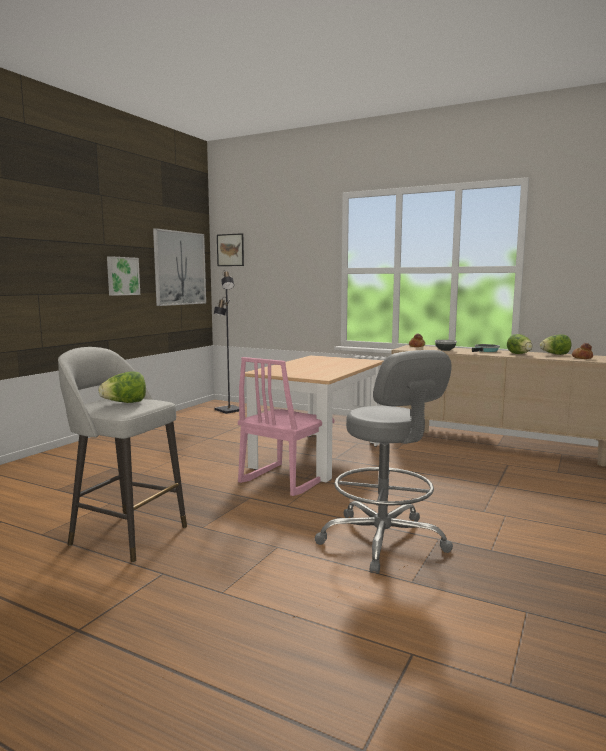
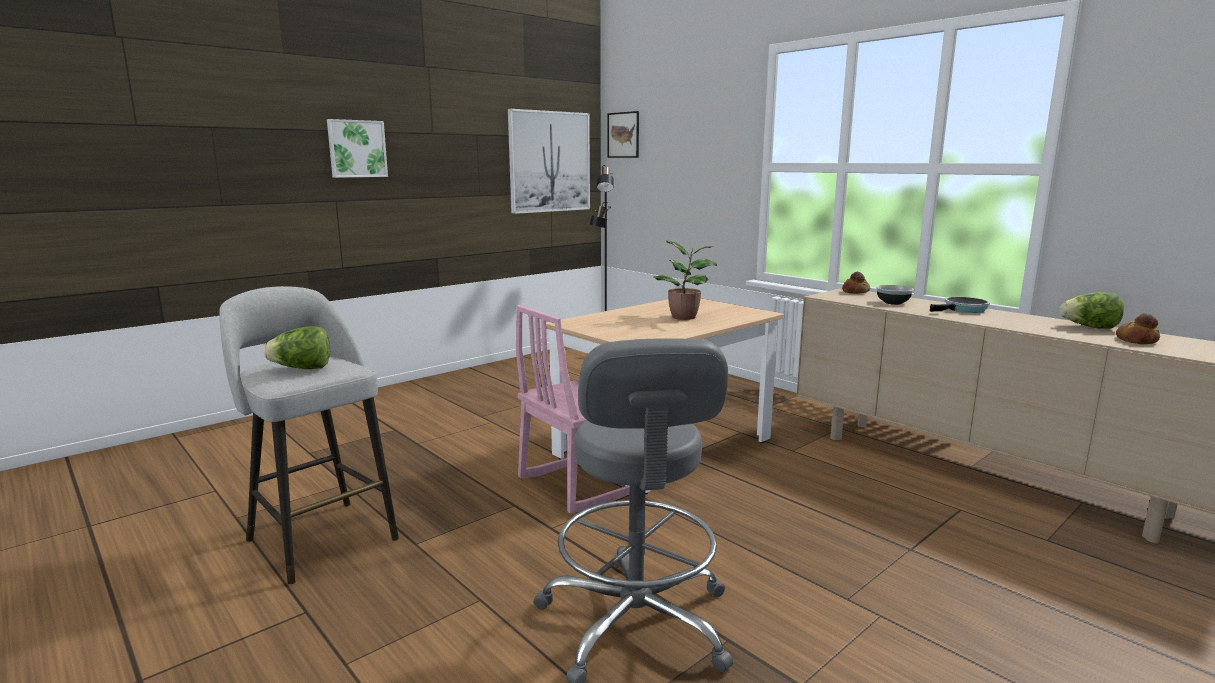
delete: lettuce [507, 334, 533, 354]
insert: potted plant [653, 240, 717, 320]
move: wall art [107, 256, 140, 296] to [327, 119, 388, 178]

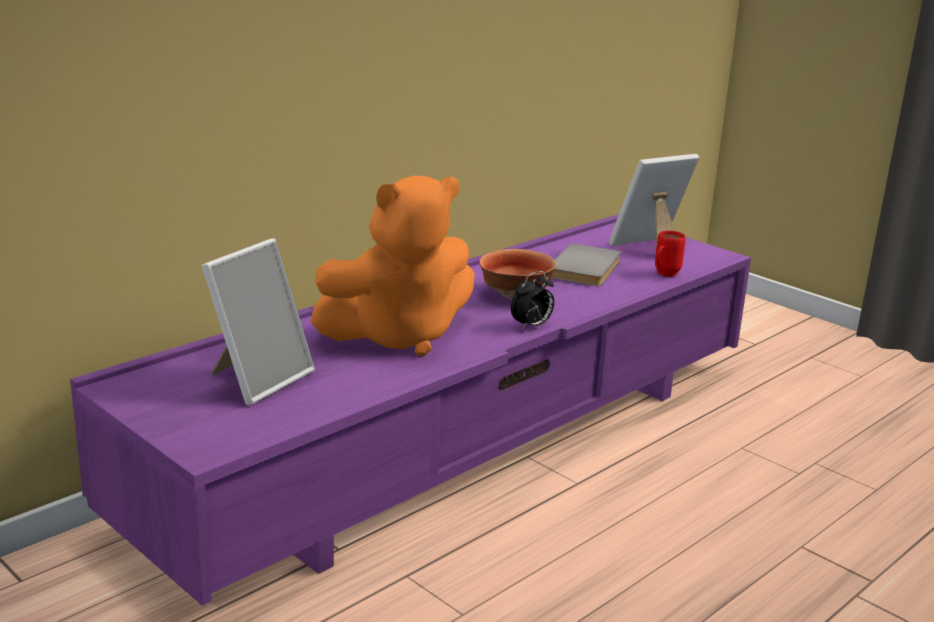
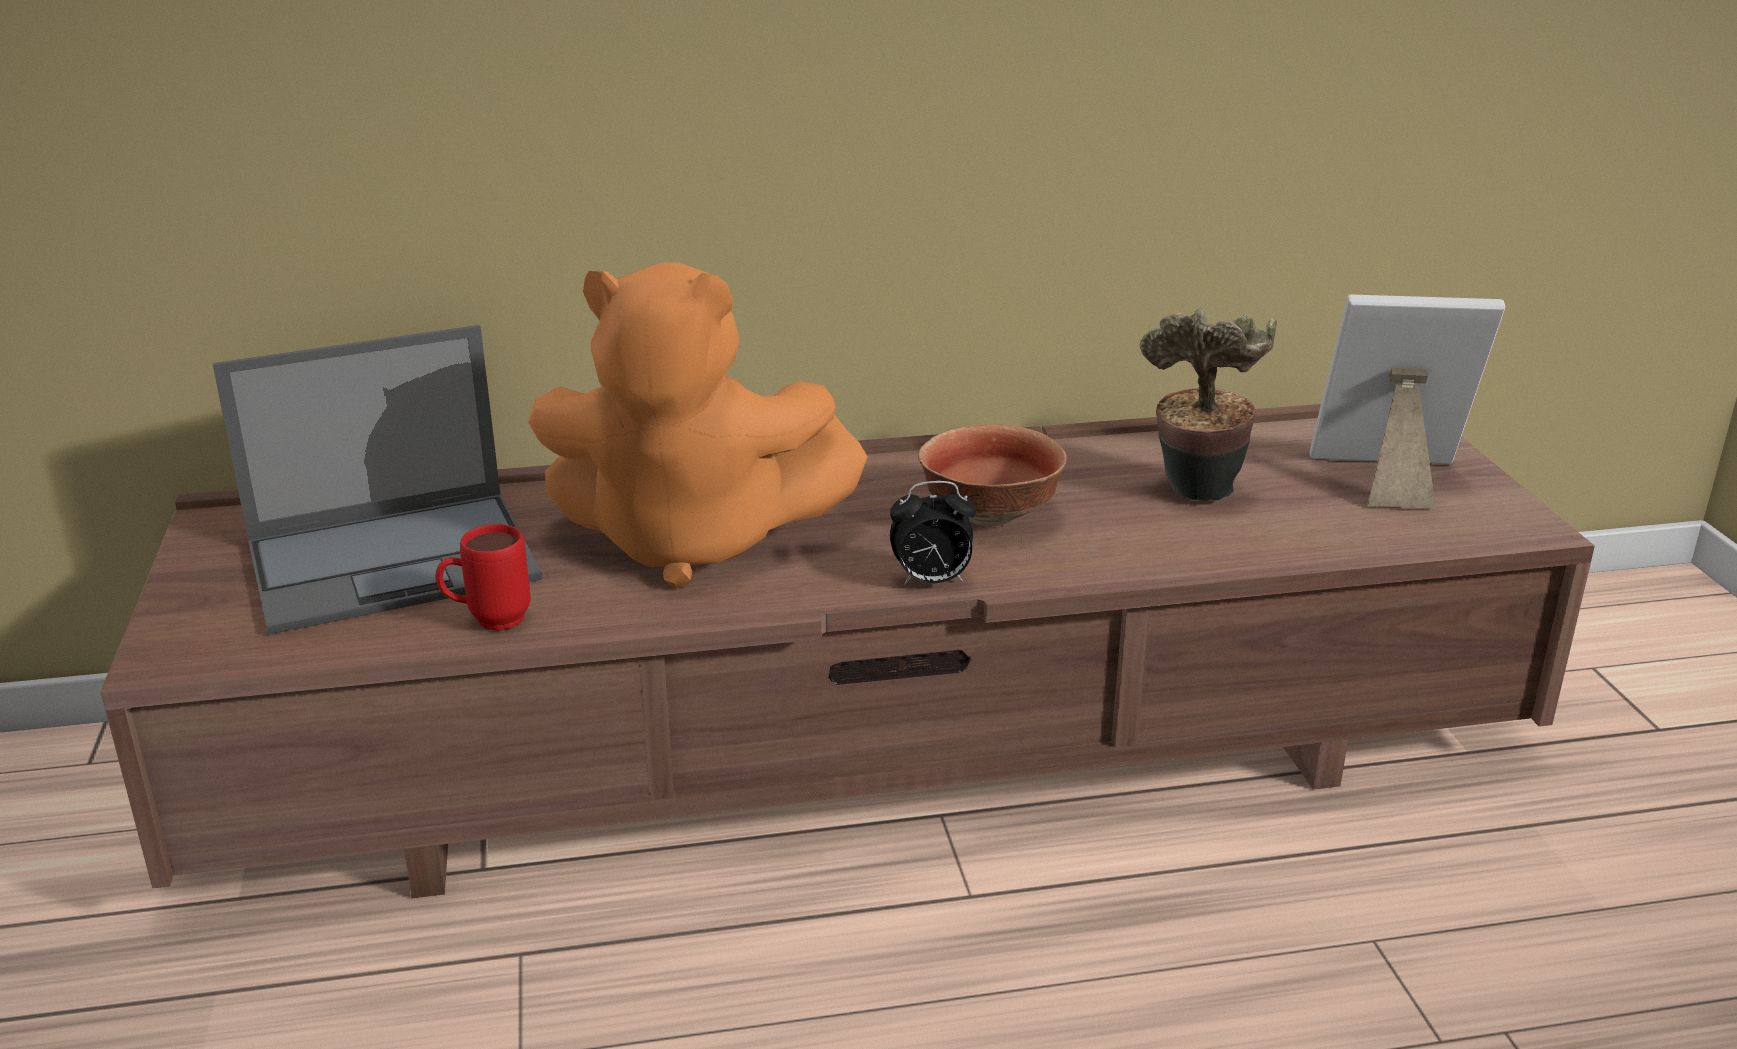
move: red mug [655, 231, 686, 277] to [435, 524, 531, 631]
replace: standing frame [201, 238, 315, 405] to notebook computer [212, 325, 542, 635]; grey volume [552, 243, 621, 286] to potted plant [1140, 307, 1277, 501]
recolor: purple tv unit [70, 214, 751, 606] to brown tv unit [100, 404, 1595, 898]

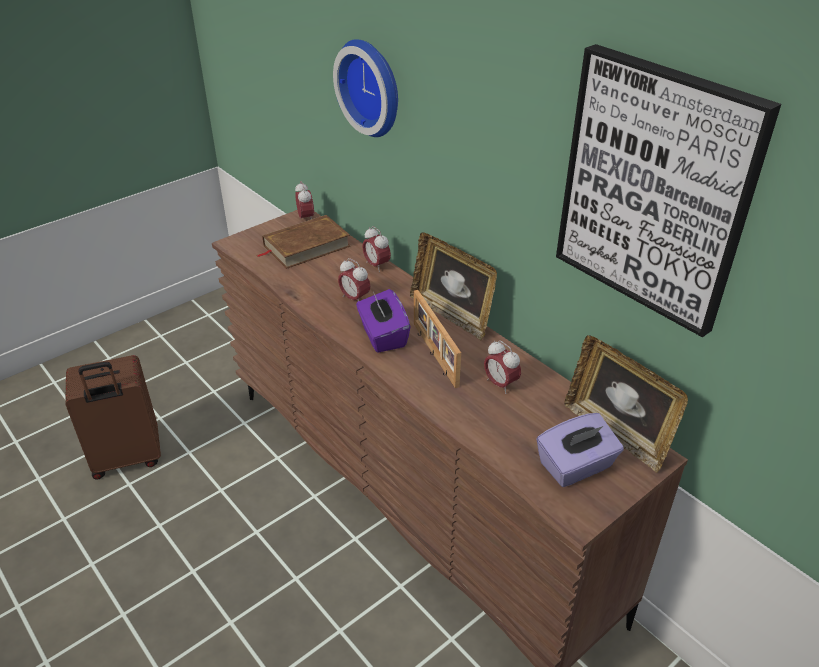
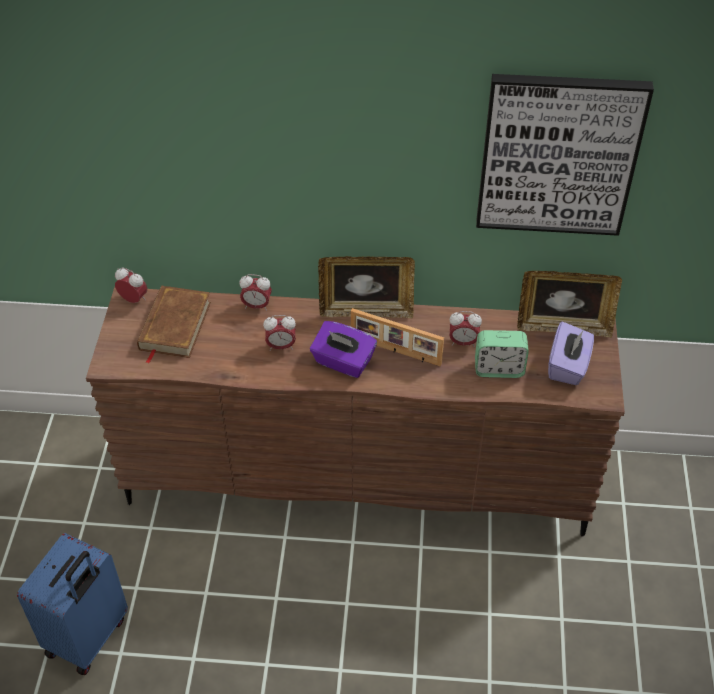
delete: clock on the wall [333, 39, 398, 137]
insert: alarm clock [475, 330, 529, 378]
recolor: brown suitcase [65, 355, 161, 480] to bluish suitcase [17, 533, 128, 675]

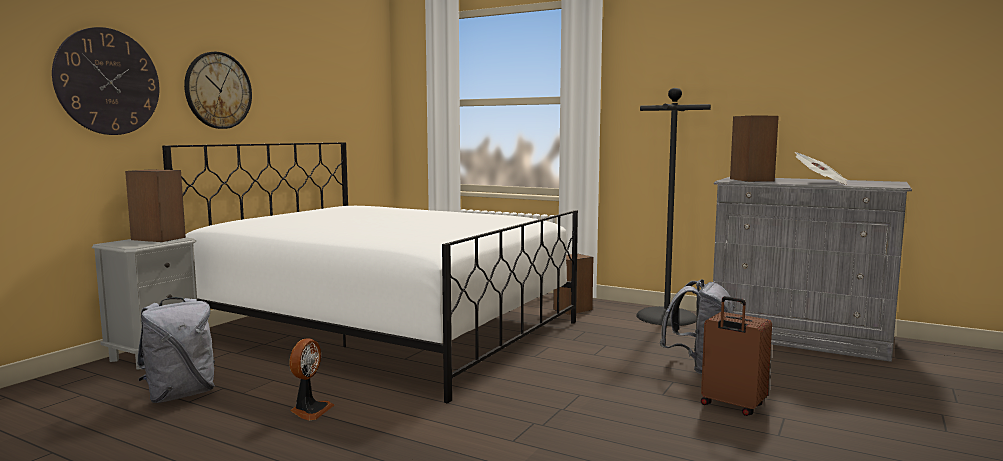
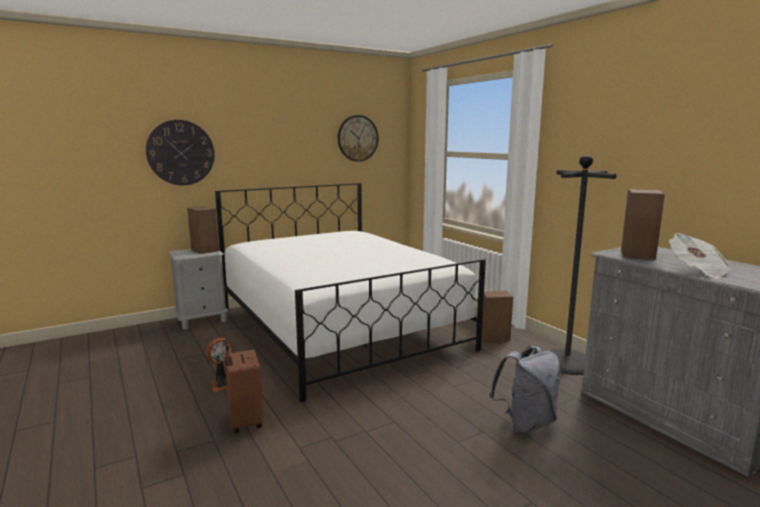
delete: grey backpack [137, 297, 215, 403]
move: clock on the wall [184, 52, 252, 129] to [338, 115, 379, 162]; brown suitcase [701, 296, 772, 416] to [224, 340, 264, 433]

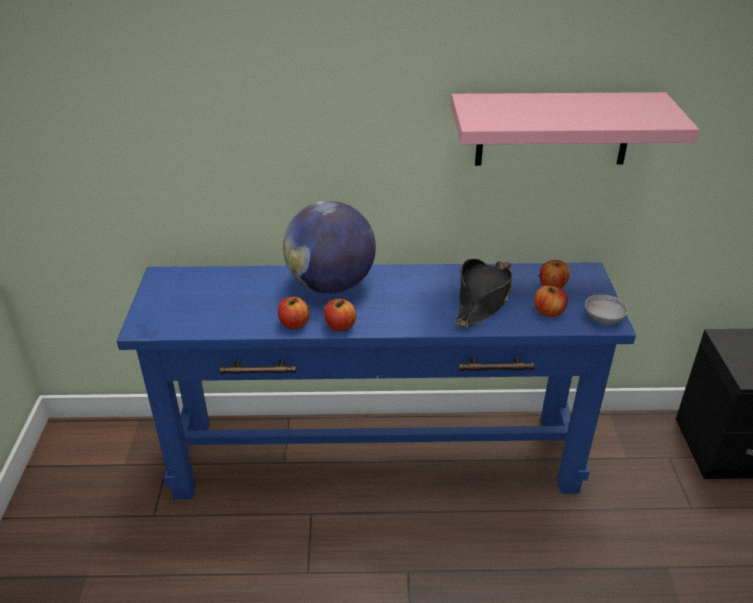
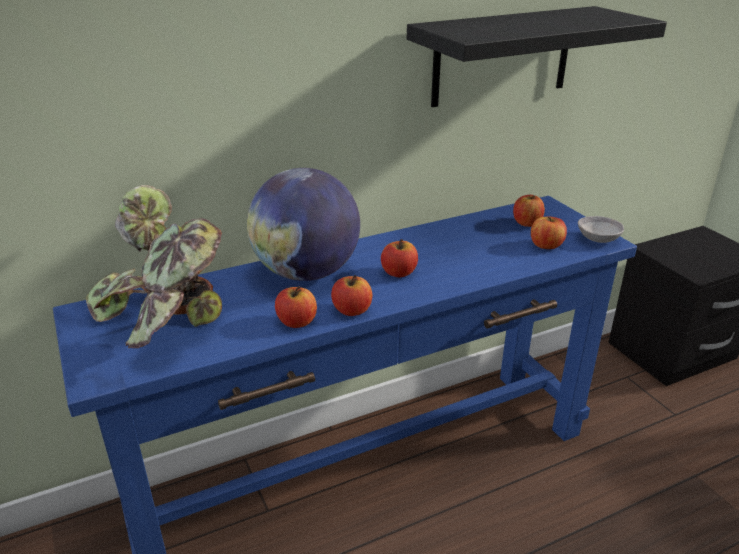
delete: black-coloured wearable hat [455, 259, 512, 327]
insert: potted plant [86, 185, 222, 348]; apple [381, 239, 418, 277]
recolor: pink-coloured bracket shelf [451, 92, 699, 166] to black-coloured bracket shelf [407, 6, 667, 107]

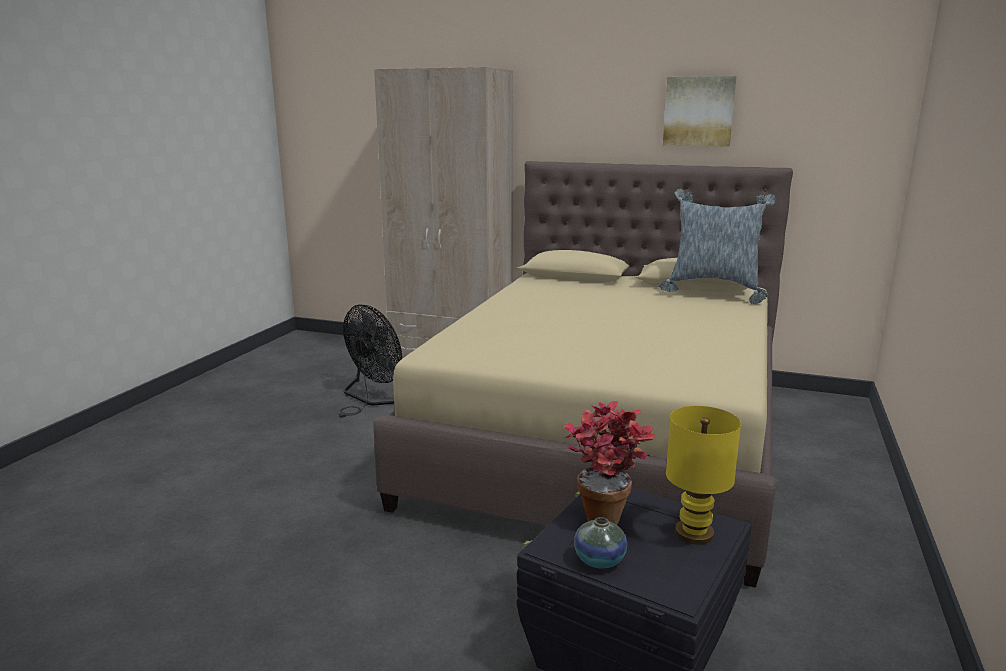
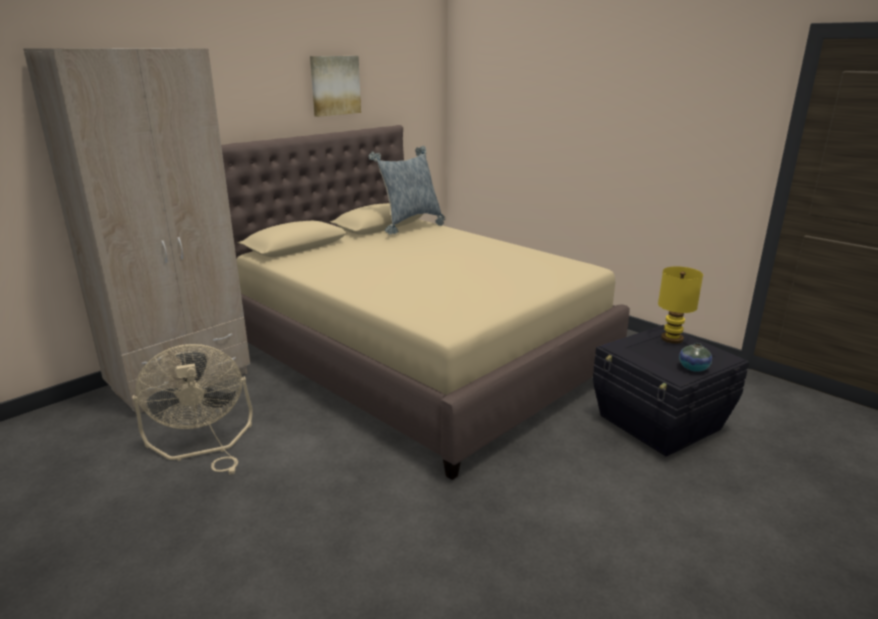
delete: potted plant [564, 401, 655, 525]
recolor: black-coloured fan [337, 305, 402, 418] to beige-coloured fan [132, 344, 253, 475]

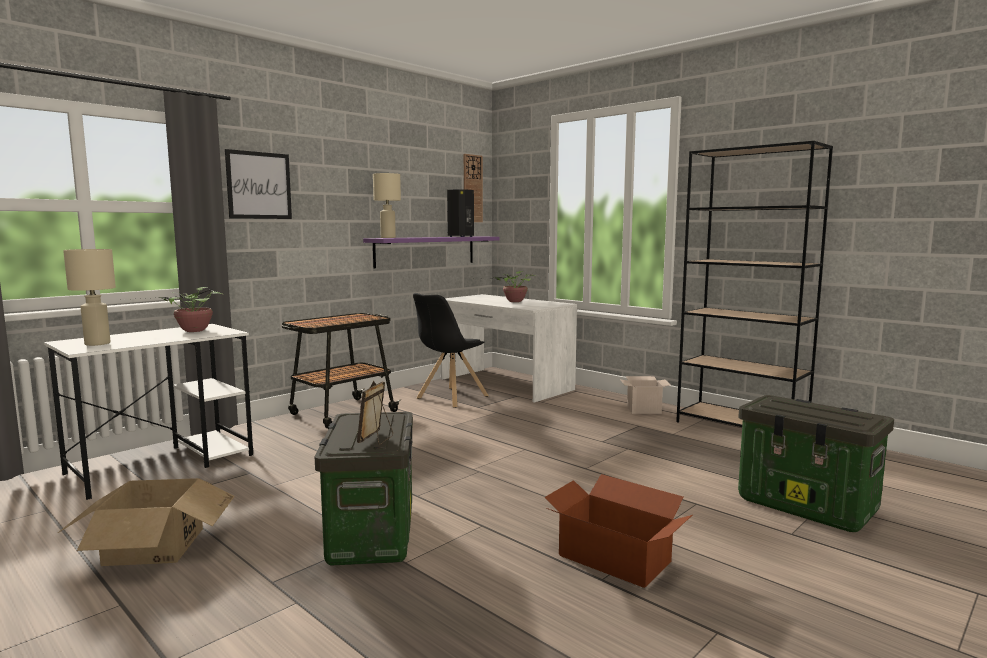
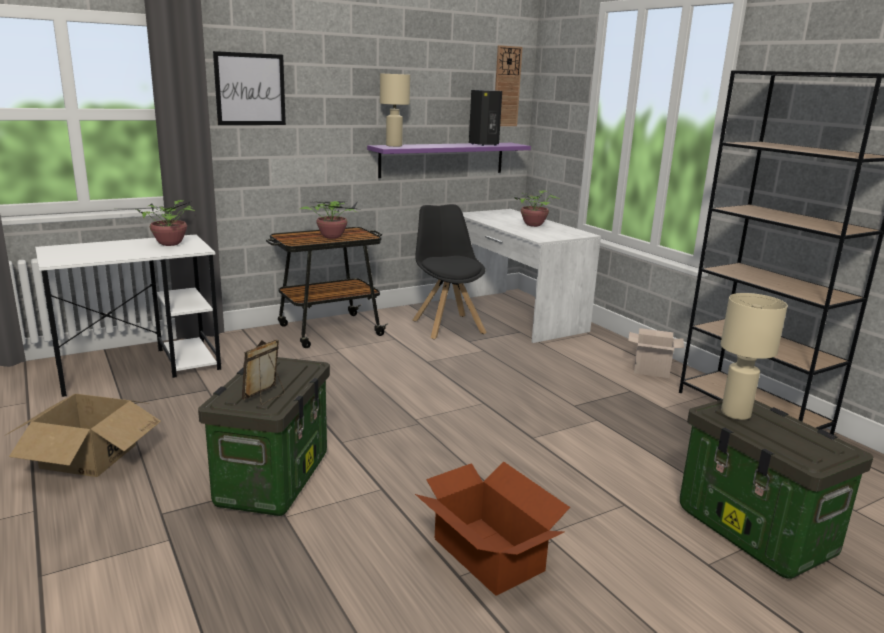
insert: potted plant [300, 201, 362, 239]
move: beige-coloured table lamp [63, 249, 116, 346] to [721, 293, 787, 420]
rotate: black-coloured upright chair [413, 293, 489, 408] = [412, 204, 487, 339] 105 degrees clockwise

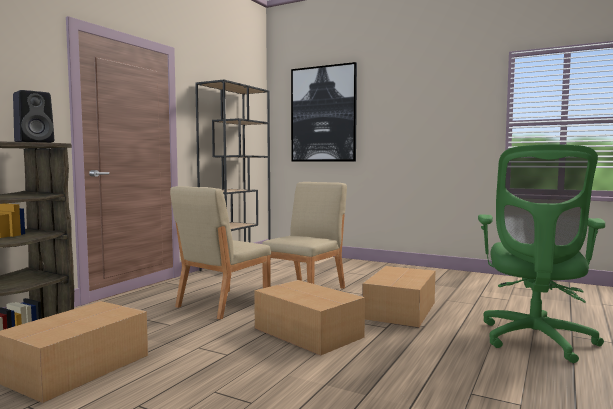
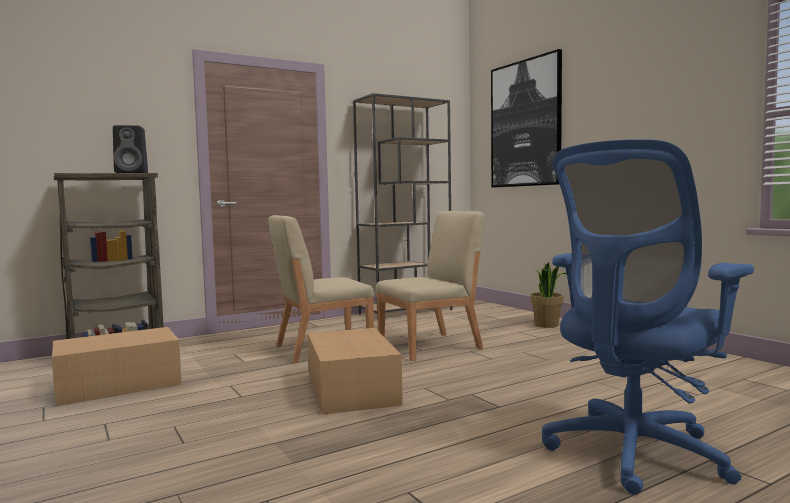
delete: cardboard box [362, 266, 435, 328]
insert: potted plant [530, 262, 567, 328]
recolor: green-coloured office chair [478, 144, 605, 363] to bluish office chair [542, 139, 754, 495]

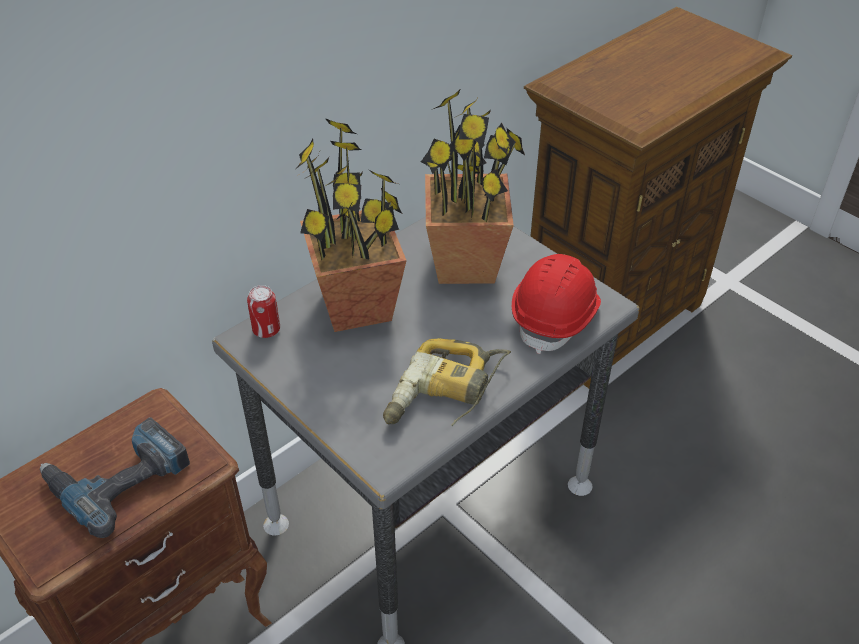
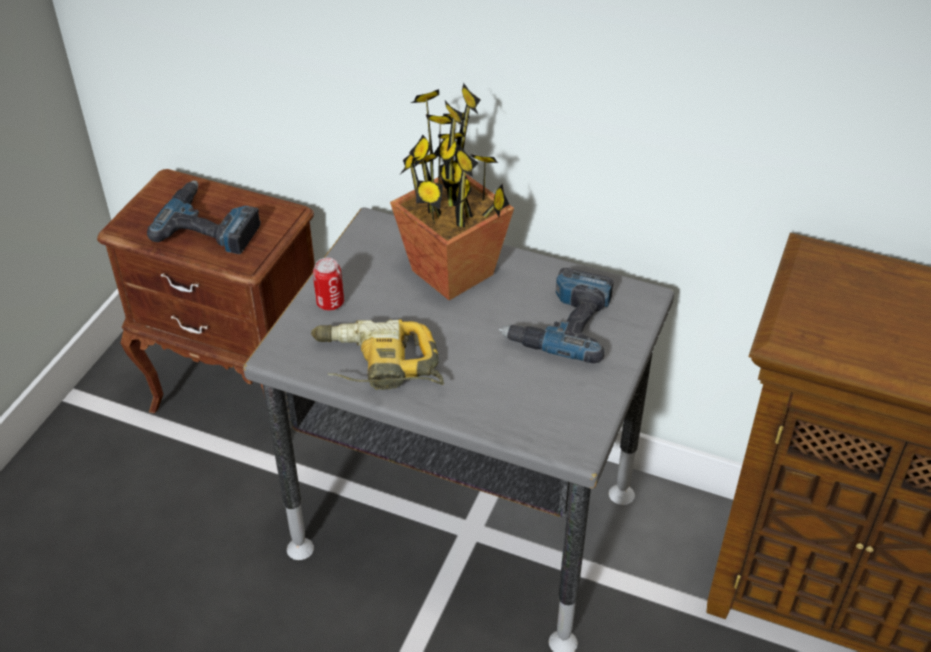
delete: red safety helmet [512, 254, 601, 354]
move: sealed can [247, 285, 280, 338] to [313, 258, 344, 310]
replace: potted plant [421, 90, 525, 284] to drill [499, 268, 614, 363]

